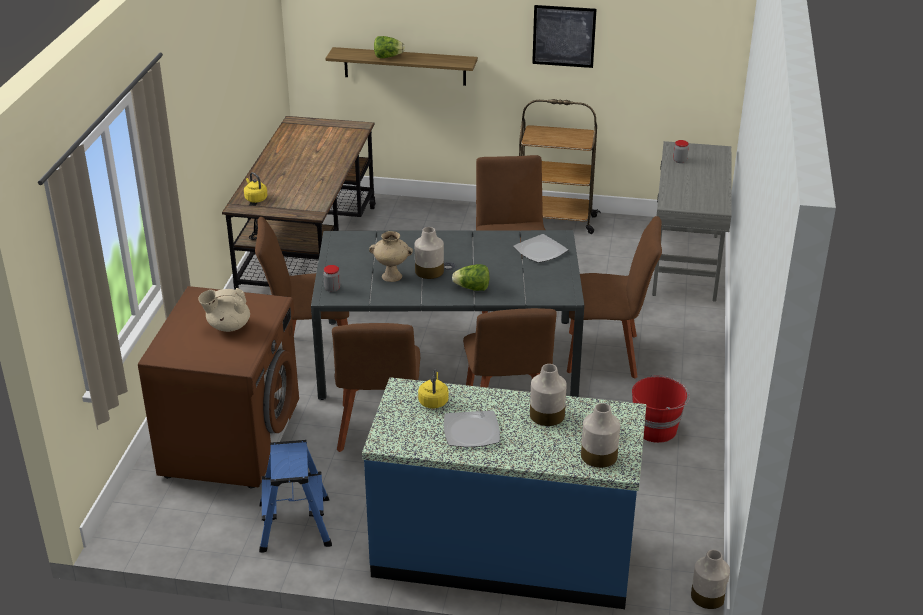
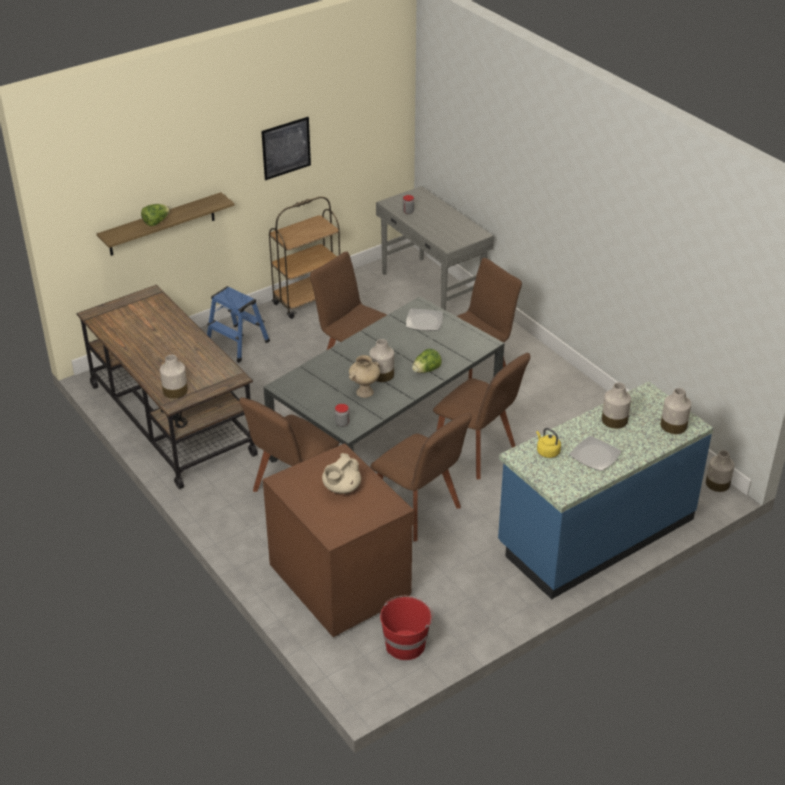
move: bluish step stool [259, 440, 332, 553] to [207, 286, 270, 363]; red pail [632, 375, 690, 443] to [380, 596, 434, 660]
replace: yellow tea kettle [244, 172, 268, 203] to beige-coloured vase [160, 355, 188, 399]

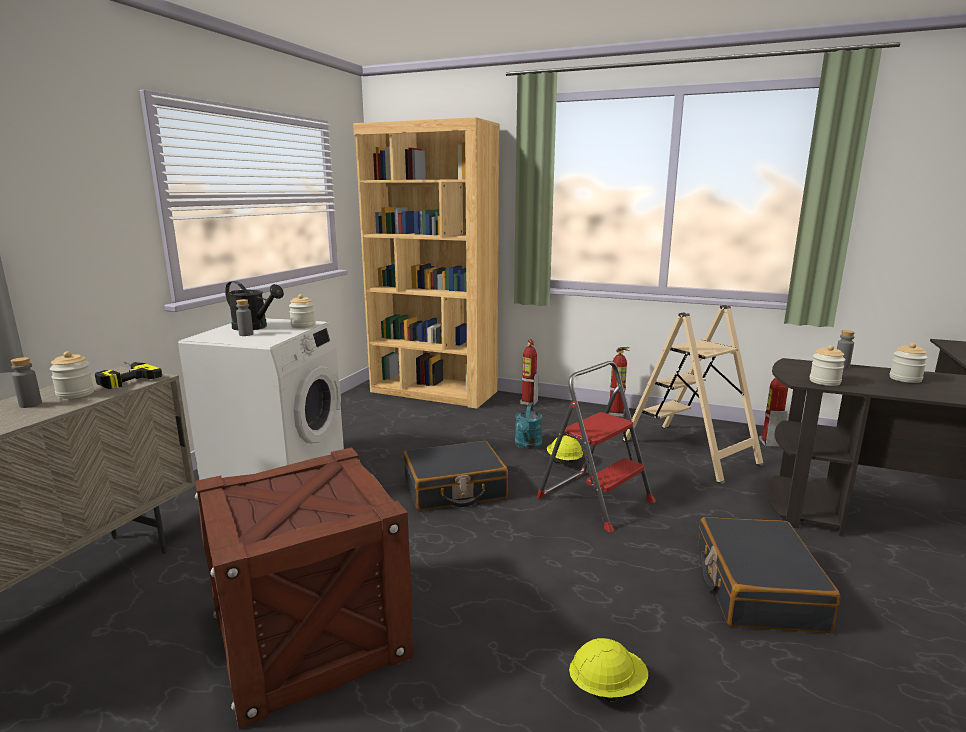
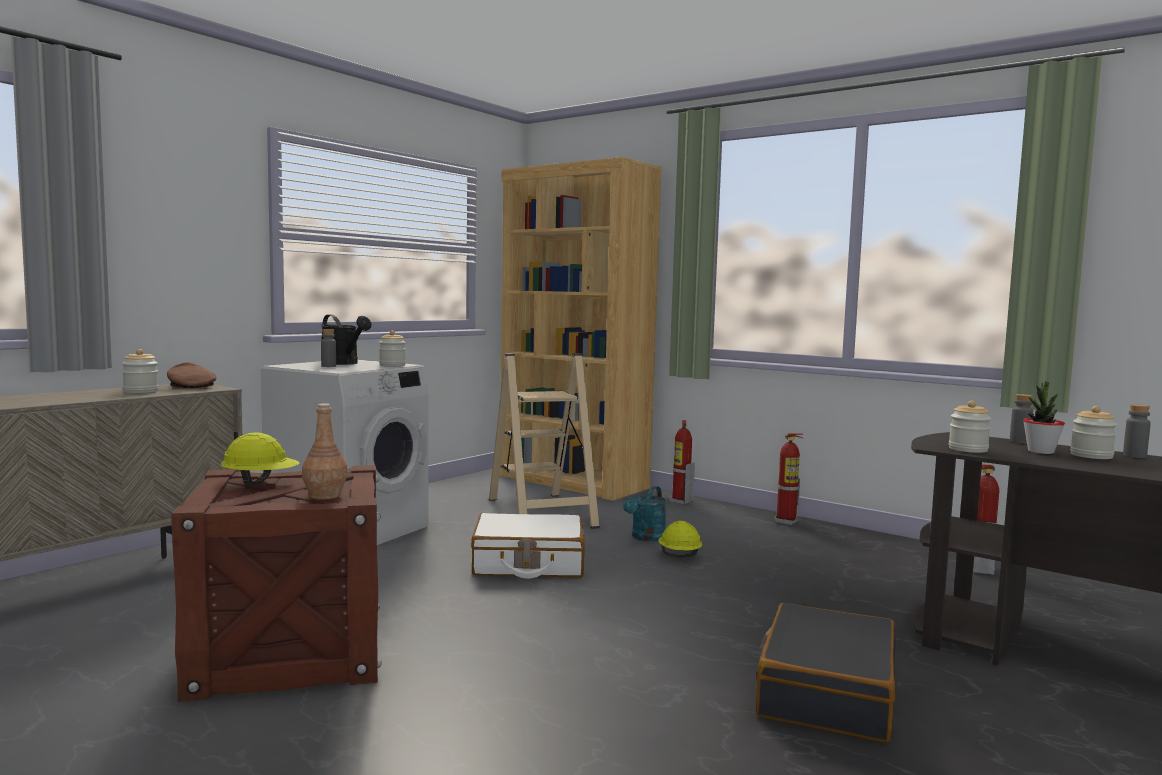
delete: red step stool [537, 361, 656, 533]
insert: brown drink bottle [302, 403, 348, 500]; potted plant [1023, 381, 1065, 454]
move: grey drink bottle [11, 357, 42, 408] to [1123, 404, 1151, 458]; yellow safety helmet [569, 638, 648, 702] to [221, 433, 300, 485]; beige-coloured step stool [622, 305, 764, 484] to [489, 353, 600, 529]
replace: drill [95, 362, 162, 389] to brown peaked cap [167, 362, 217, 388]
recolor: black-coloured suitcase [403, 441, 508, 510] to white suitcase [471, 513, 585, 579]

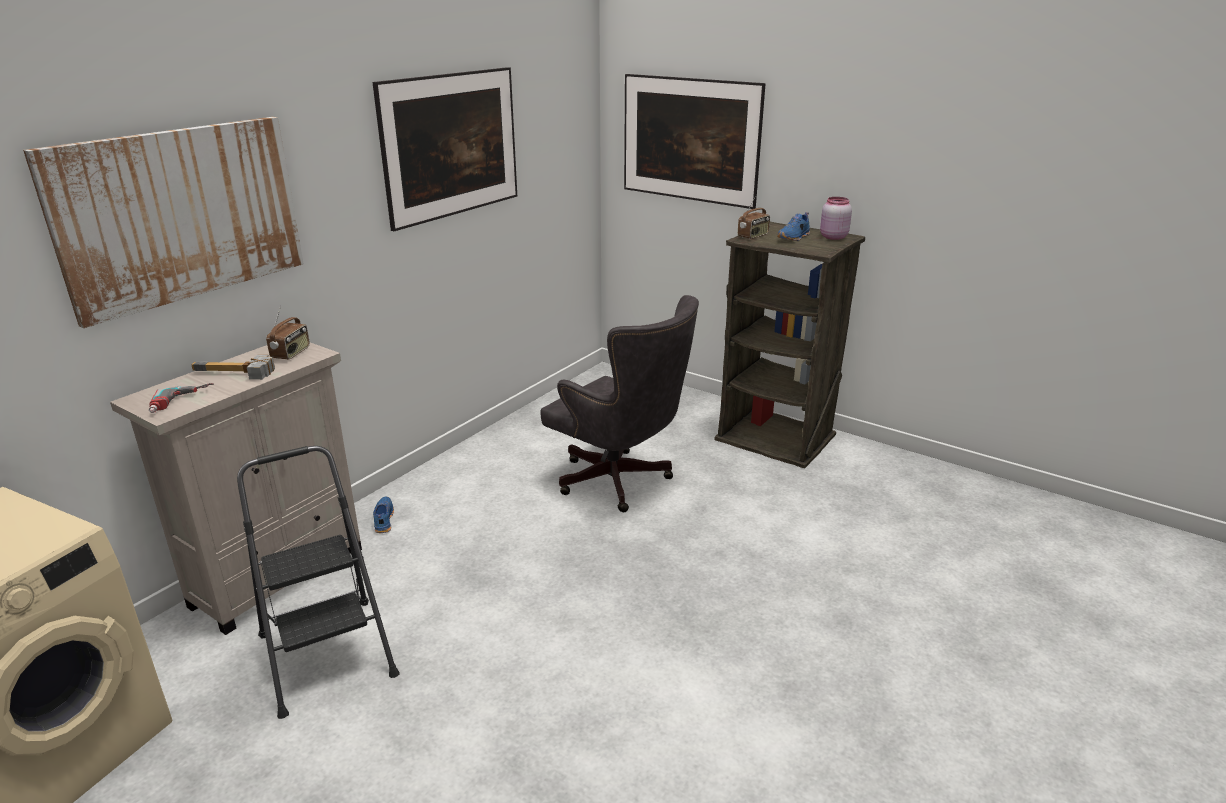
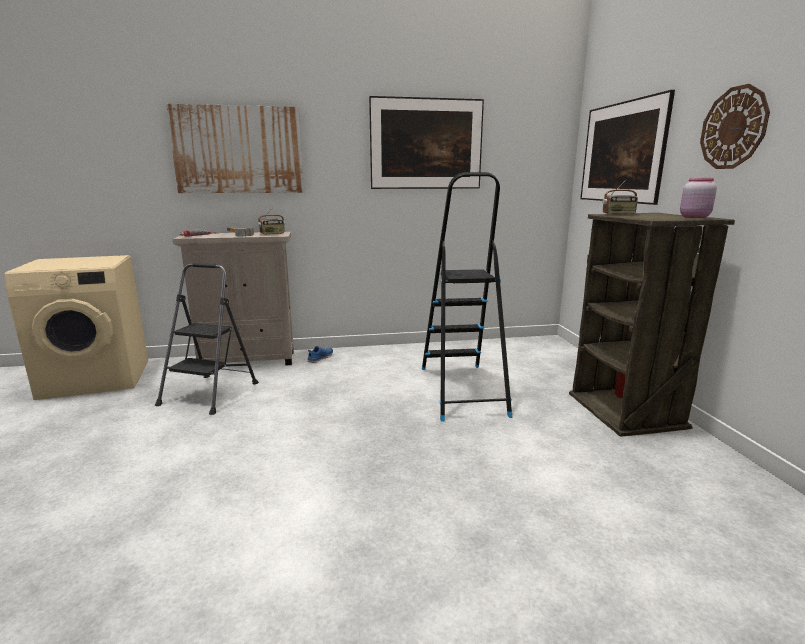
delete: bluish shoe [777, 212, 810, 241]
insert: clock on the wall [700, 84, 770, 169]
replace: grey office chair [541, 295, 699, 512] to black-coloured step stool [422, 172, 512, 422]

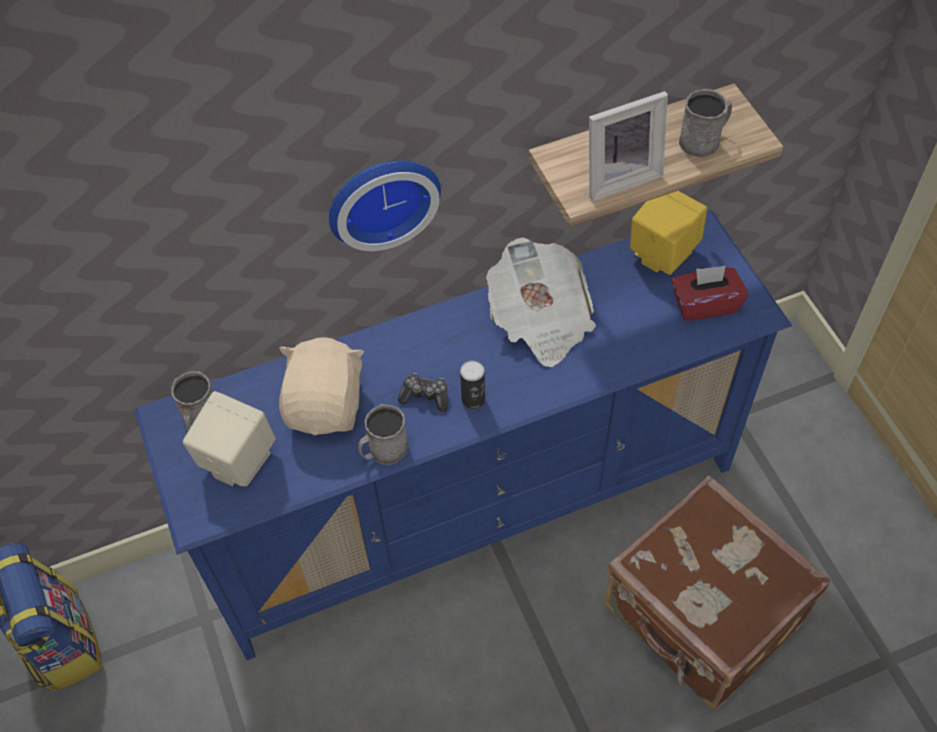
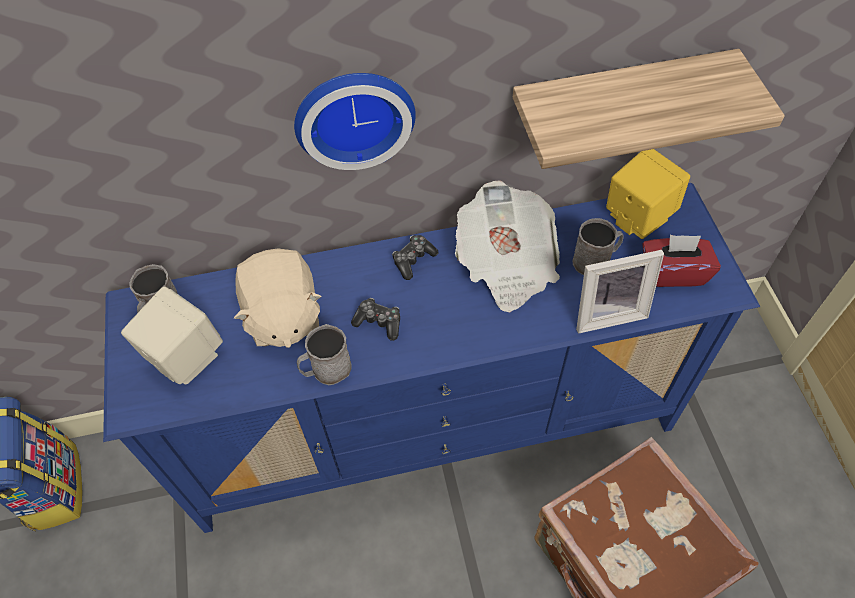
delete: sealed can [460, 360, 485, 409]
insert: game controller [392, 235, 438, 280]
move: standing frame [589, 91, 668, 201] to [576, 250, 664, 333]; grey mug [679, 89, 732, 157] to [573, 218, 624, 275]
rotate: beige-coloured cuddly toy [279, 337, 364, 435] = [234, 248, 321, 348] 150 degrees clockwise

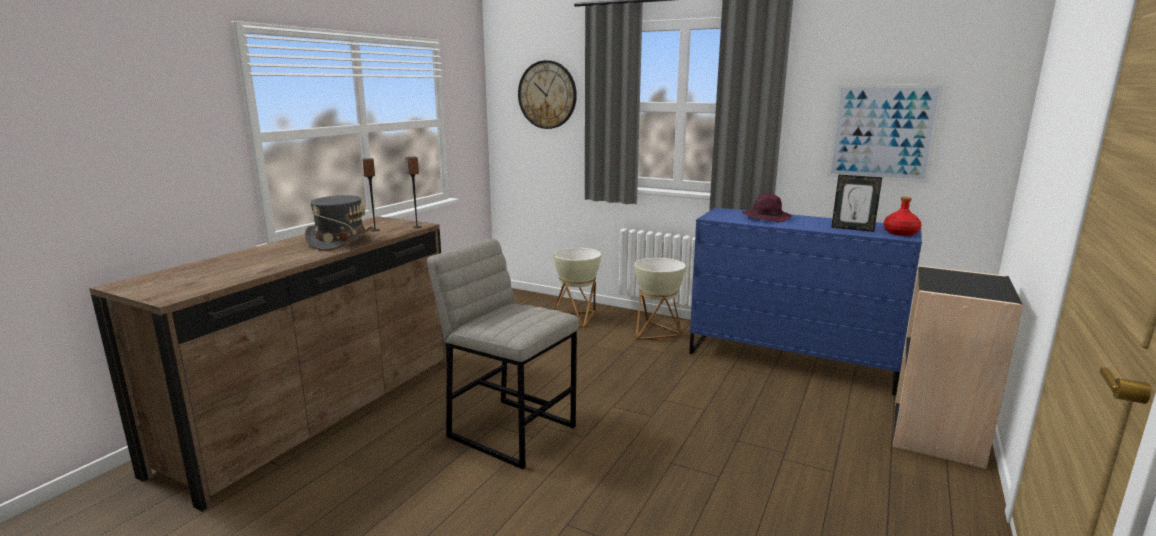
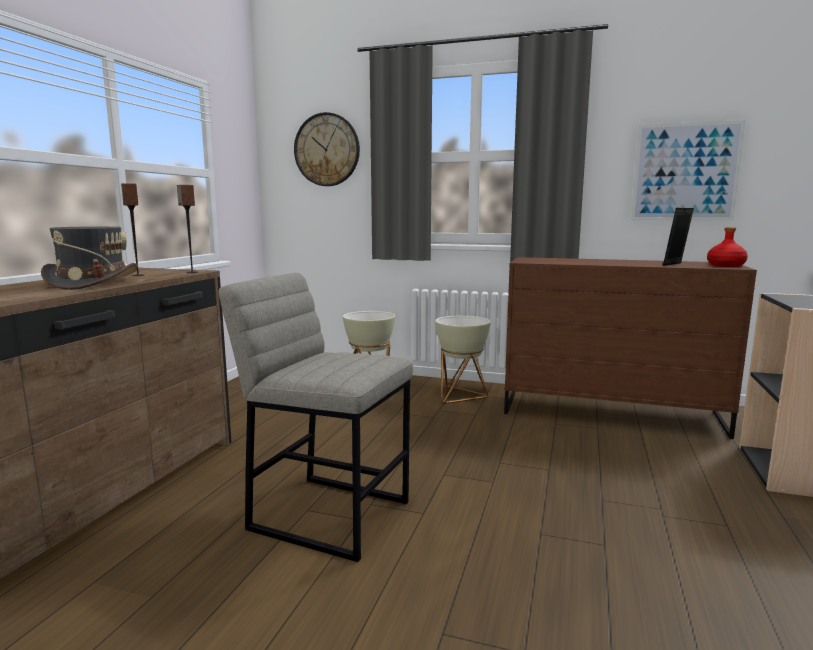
delete: purple wearable hat [742, 194, 792, 222]
recolor: bluish chest of drawers [689, 208, 922, 396] to brown chest of drawers [504, 257, 757, 439]
rotate: standing frame [831, 175, 882, 232] = [663, 208, 694, 266] 120 degrees clockwise

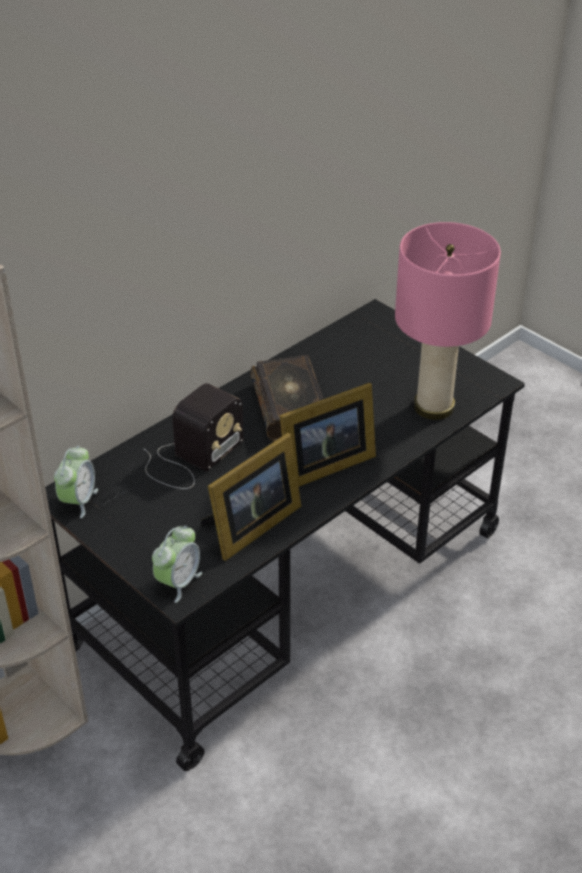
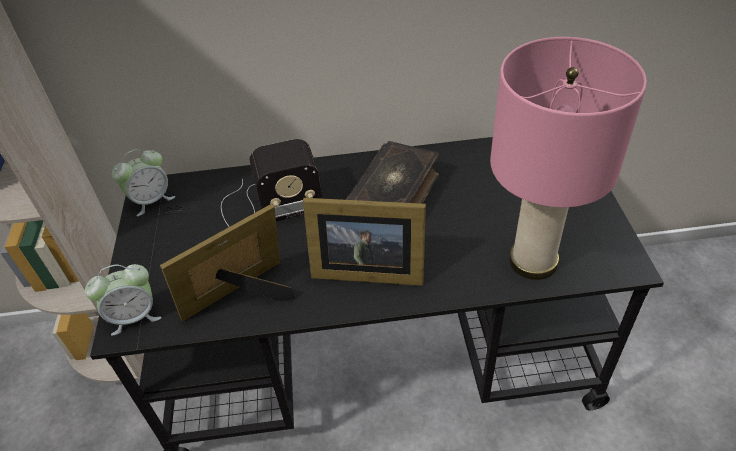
rotate: standing frame [201, 433, 301, 561] = [160, 204, 295, 322] 150 degrees clockwise

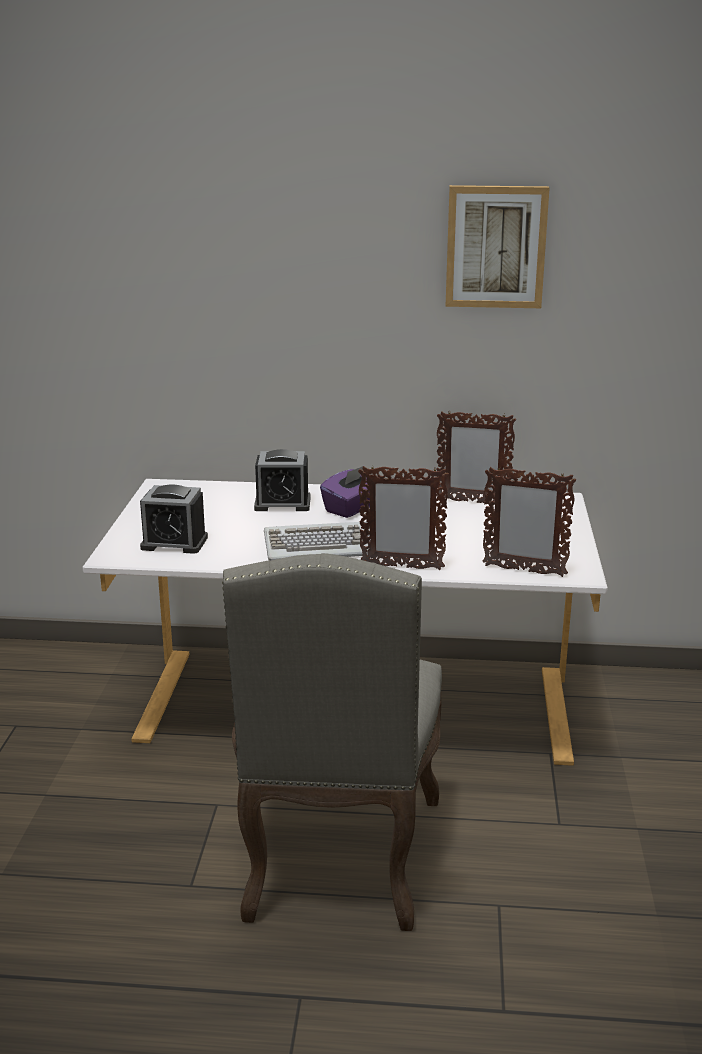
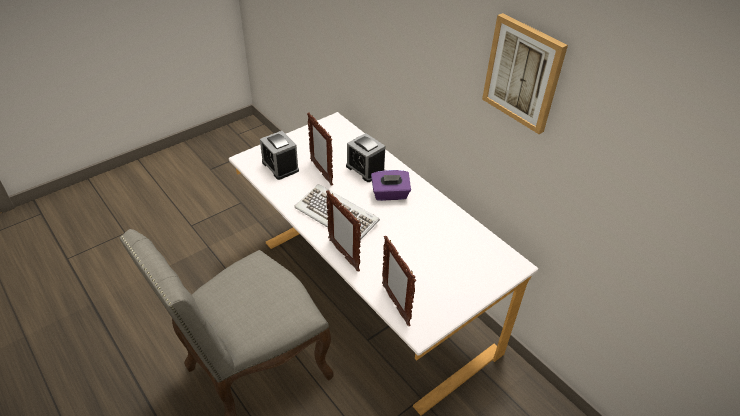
move: standing frame [436, 411, 516, 503] to [307, 112, 333, 185]

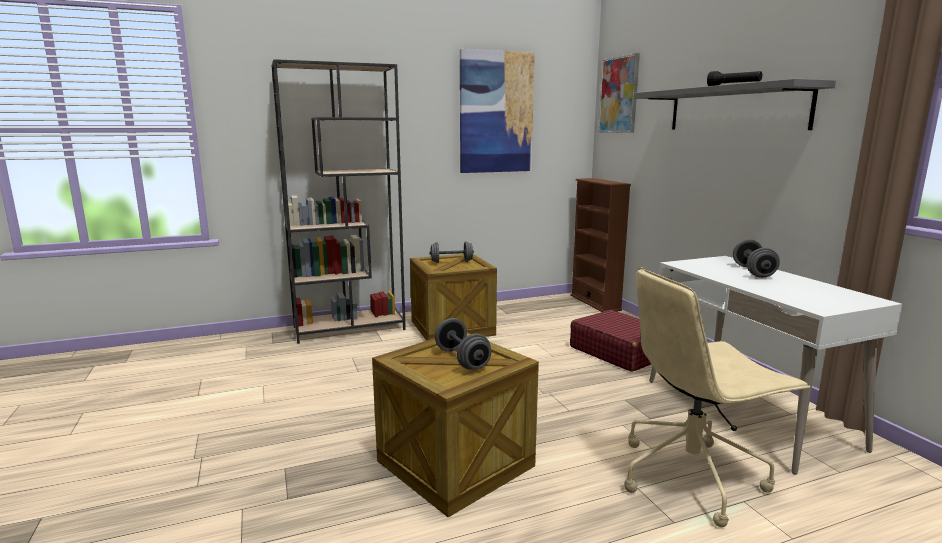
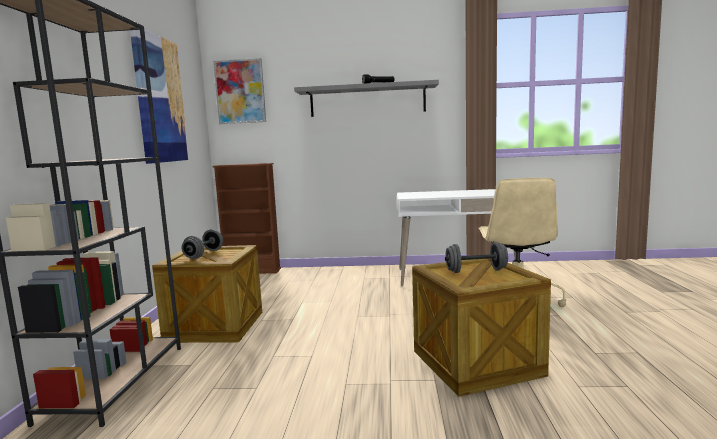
delete: red suitcase [570, 310, 652, 372]; grey hand weight [733, 239, 780, 278]

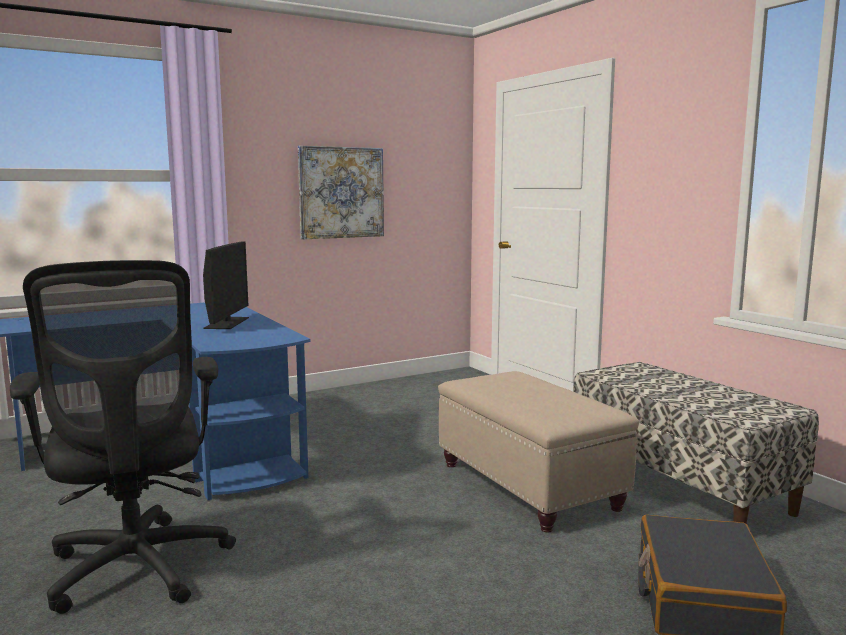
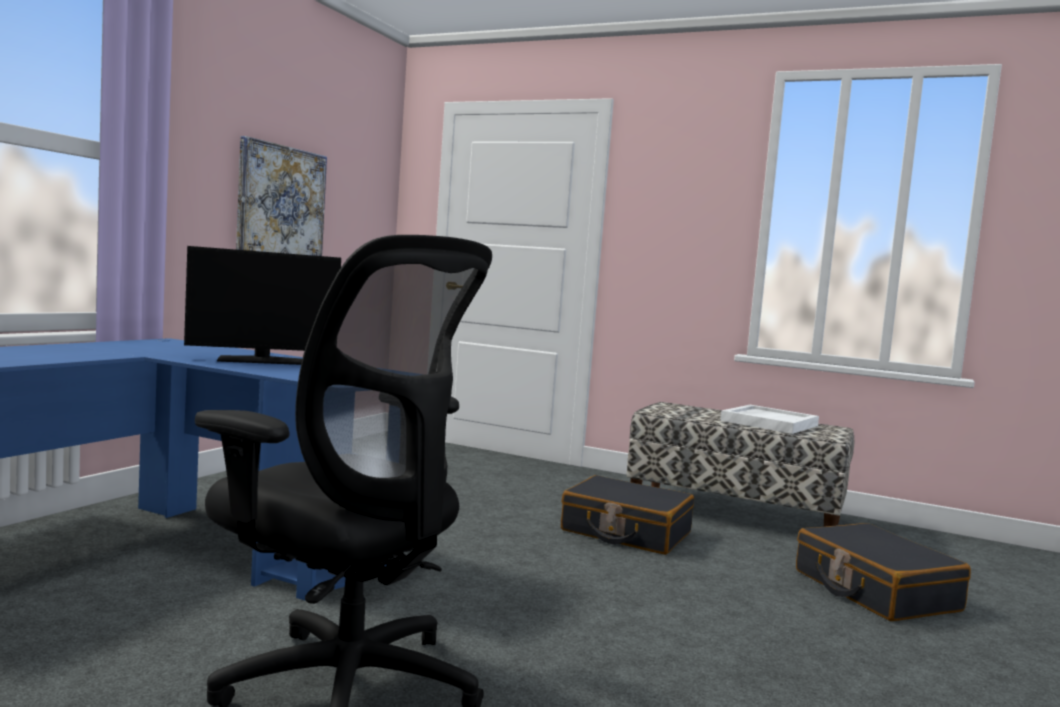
insert: white carrying tray [720, 405, 819, 434]
replace: beige-coloured ottoman [438, 371, 639, 533] to black-coloured suitcase [561, 475, 694, 555]
rotate: monitor [203, 241, 249, 329] = [184, 246, 341, 365] 105 degrees clockwise

